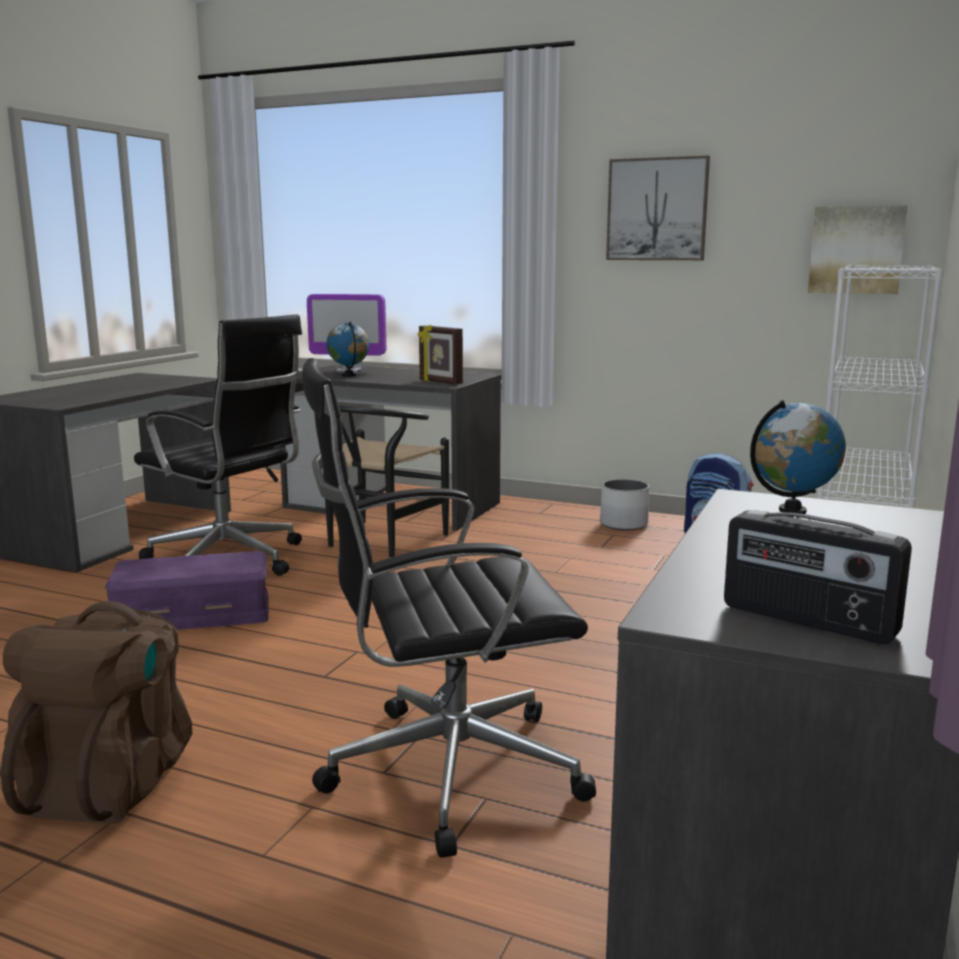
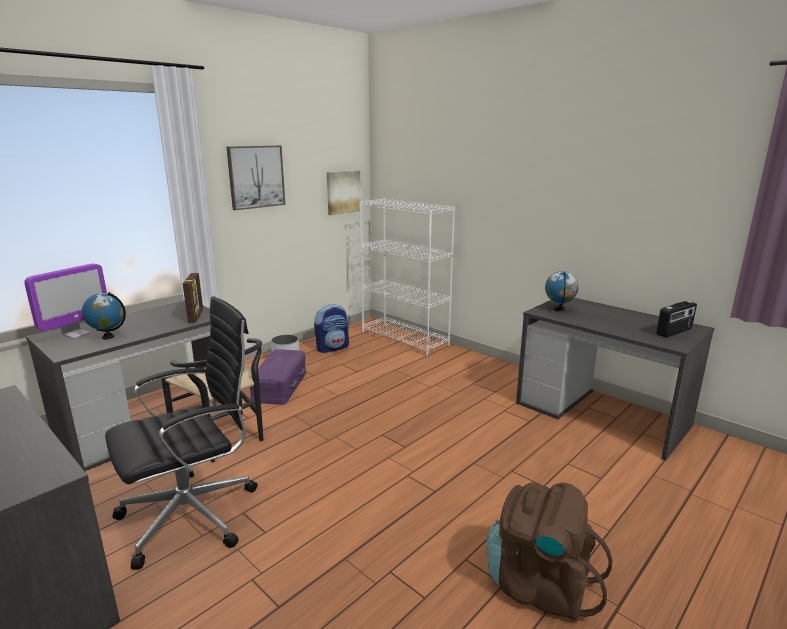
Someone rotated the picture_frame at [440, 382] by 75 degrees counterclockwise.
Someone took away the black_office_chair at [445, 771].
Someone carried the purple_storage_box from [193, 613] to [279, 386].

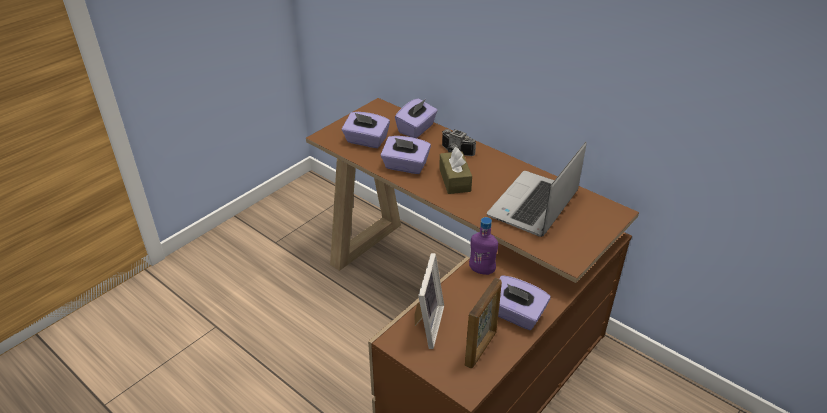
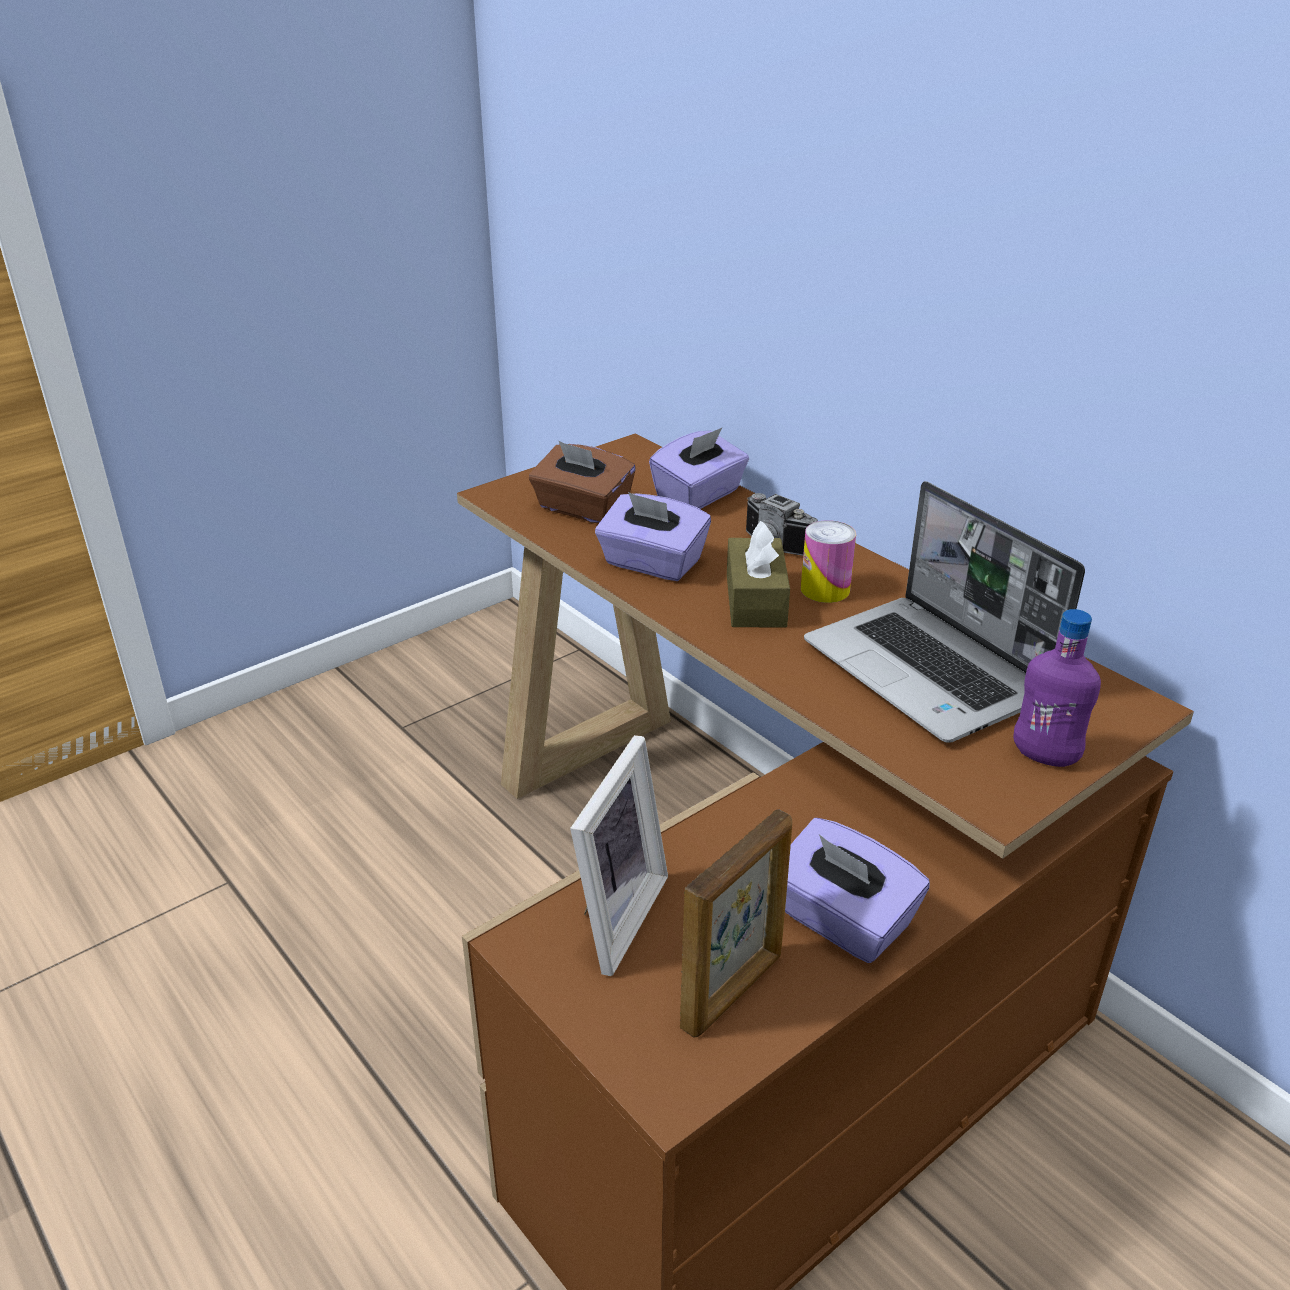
Someone repainted the purple_tissue_box at [366, 141], which became the brown_tissue_box at [582, 509].
Someone rotated the laptop at [534, 206] by 75 degrees counterclockwise.
Someone carried the purple_bottle from [481, 270] to [1045, 756].
Someone put down the can at [825, 589].

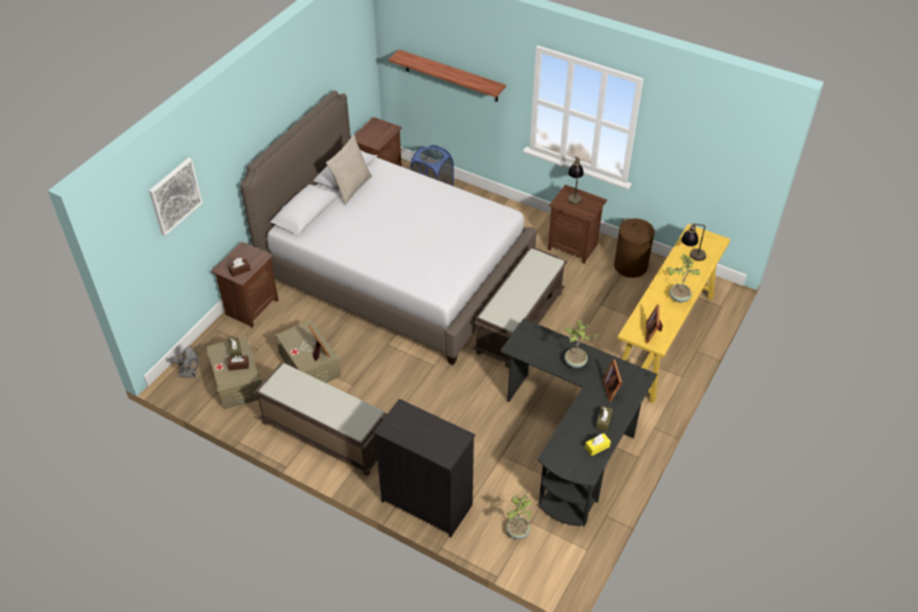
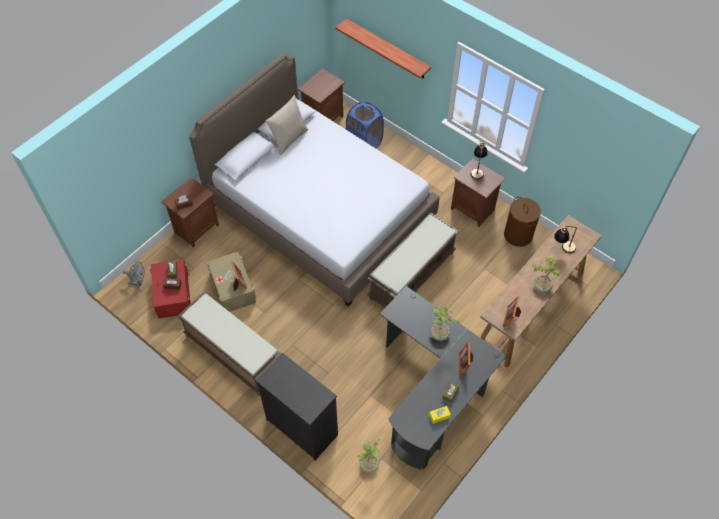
Someone took away the picture at [175, 196].
Someone repainted the yellow_console_table at [664, 340], which became the brown_console_table at [530, 310].
Someone repainted the beige_storage_box at [237, 381], which became the red_storage_box at [173, 294].

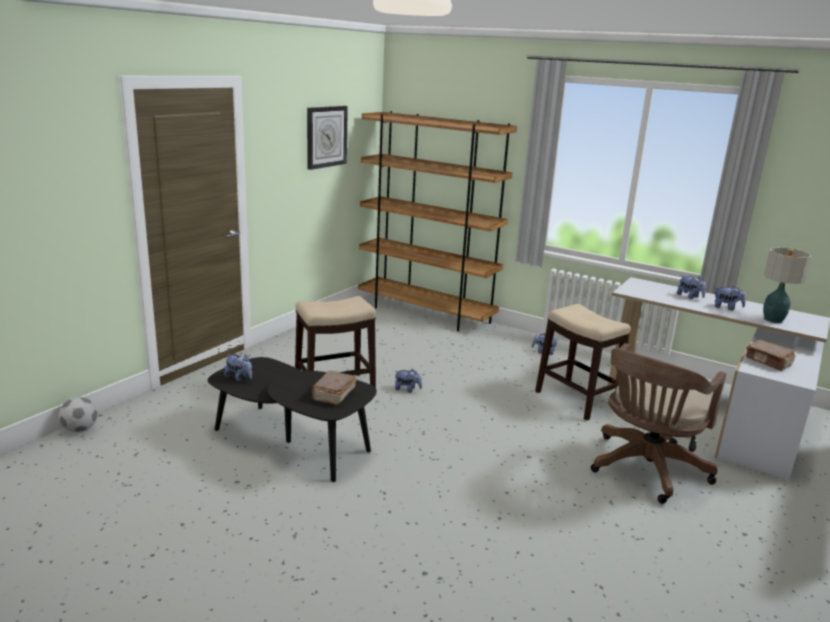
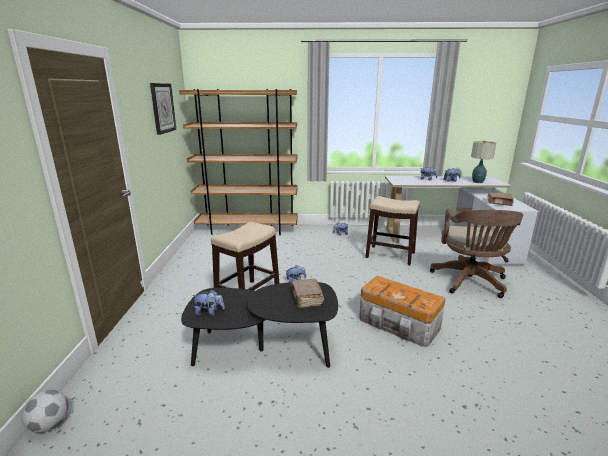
Someone put down the storage_box at [399, 325].

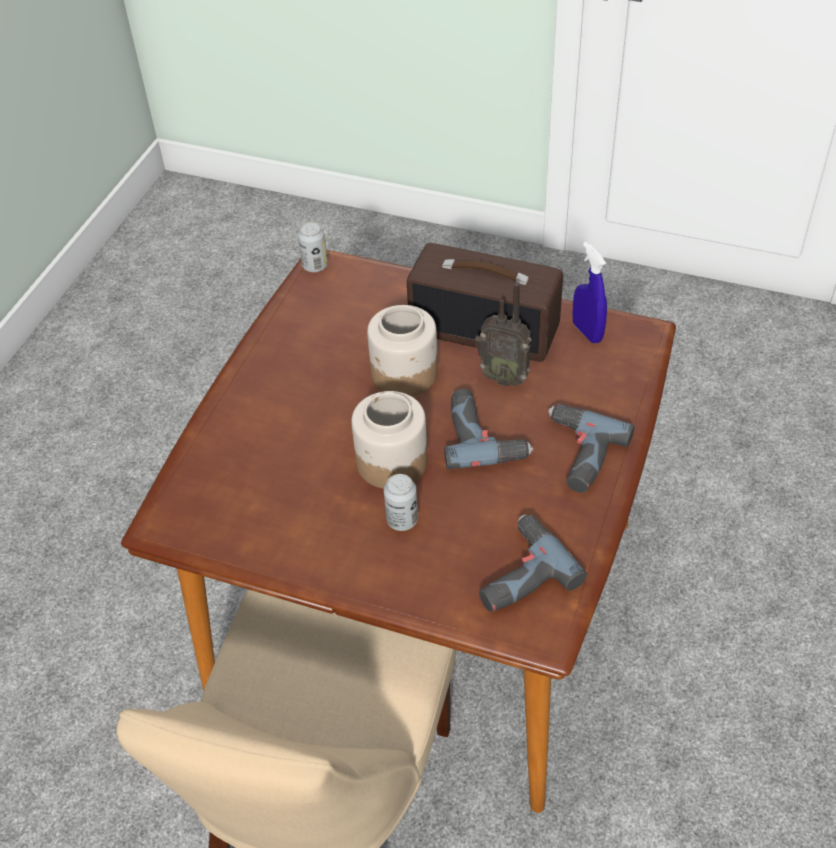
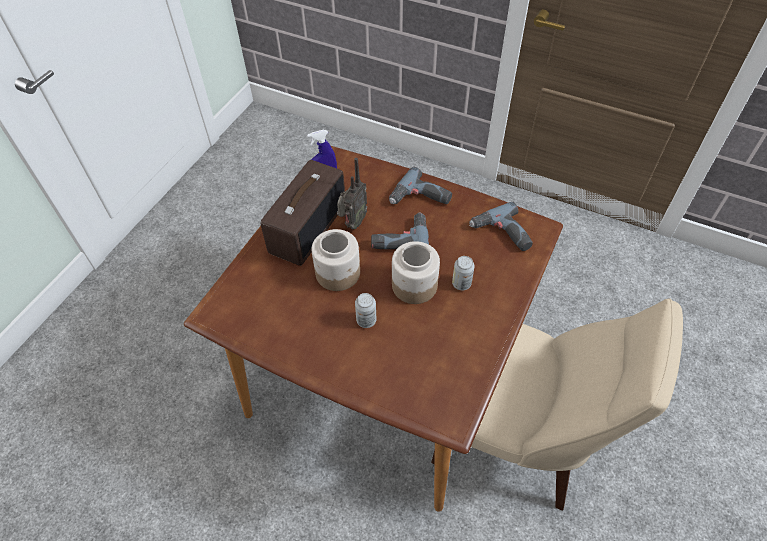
Someone carried the can from [315, 266] to [366, 320].

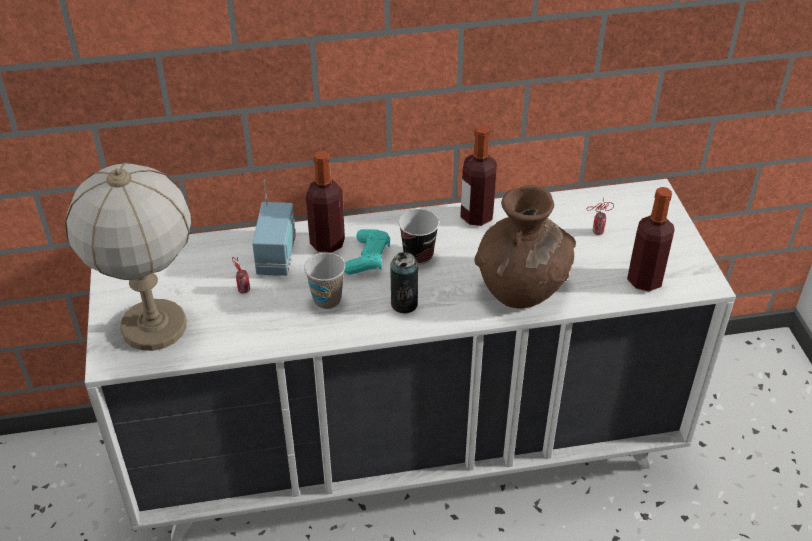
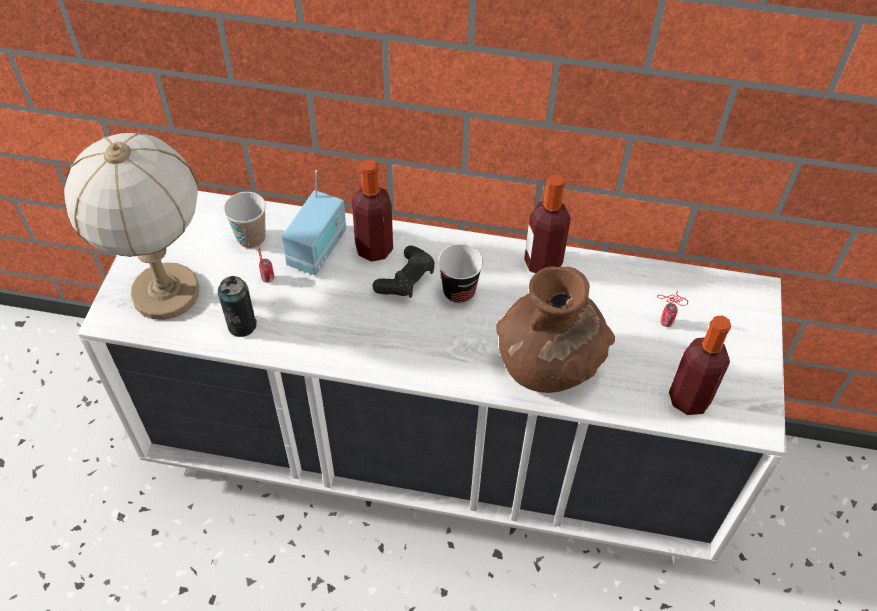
Someone repainted the turquoise_game_controller at [367, 258], which became the black_game_controller at [406, 279].
Someone carried the cup from [327, 300] to [251, 238].
Someone carried the can from [404, 304] to [242, 325].

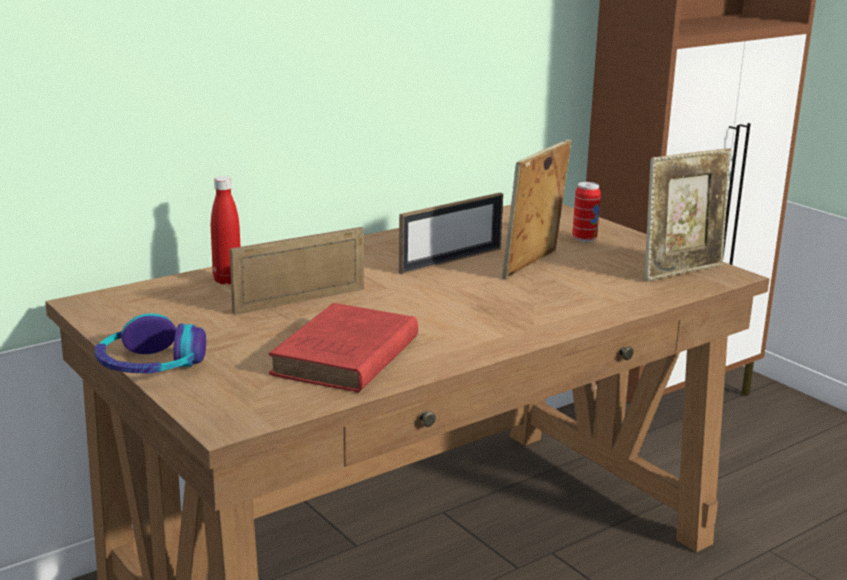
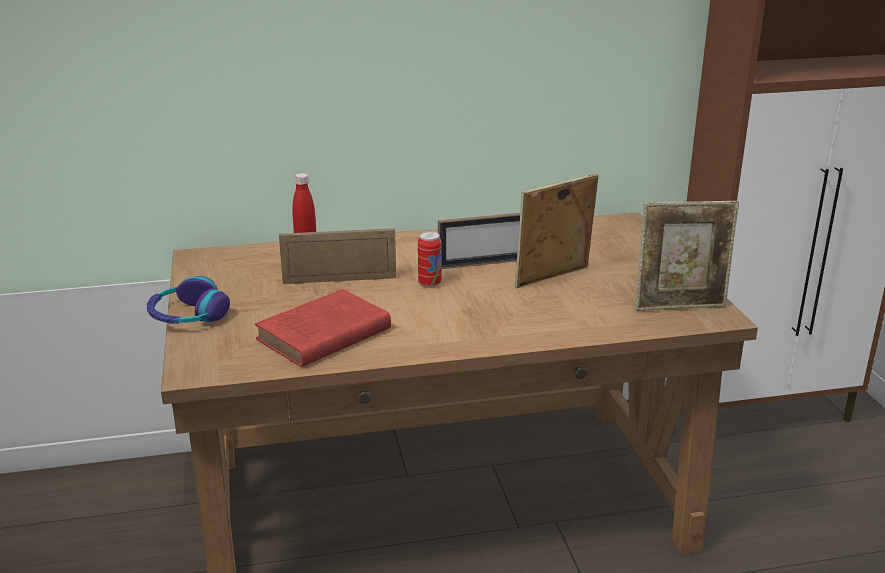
Someone carried the can from [584, 239] to [429, 284].

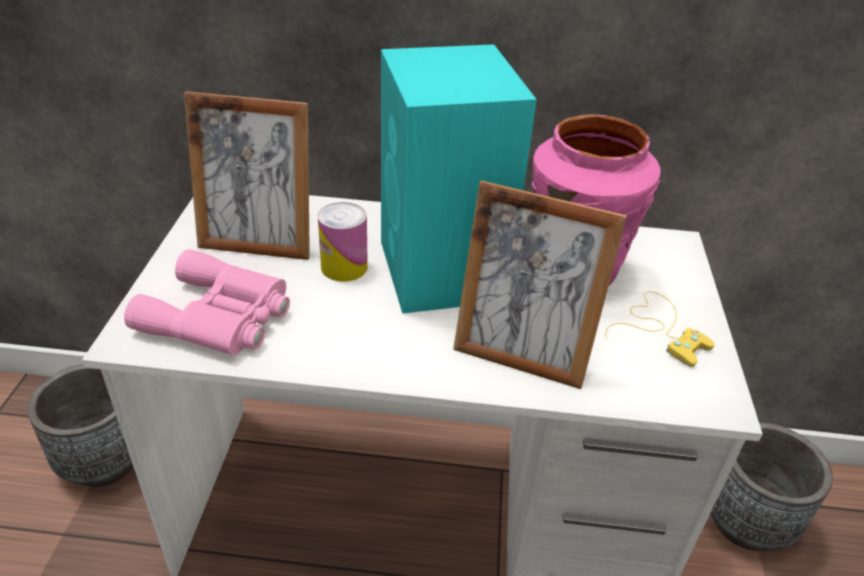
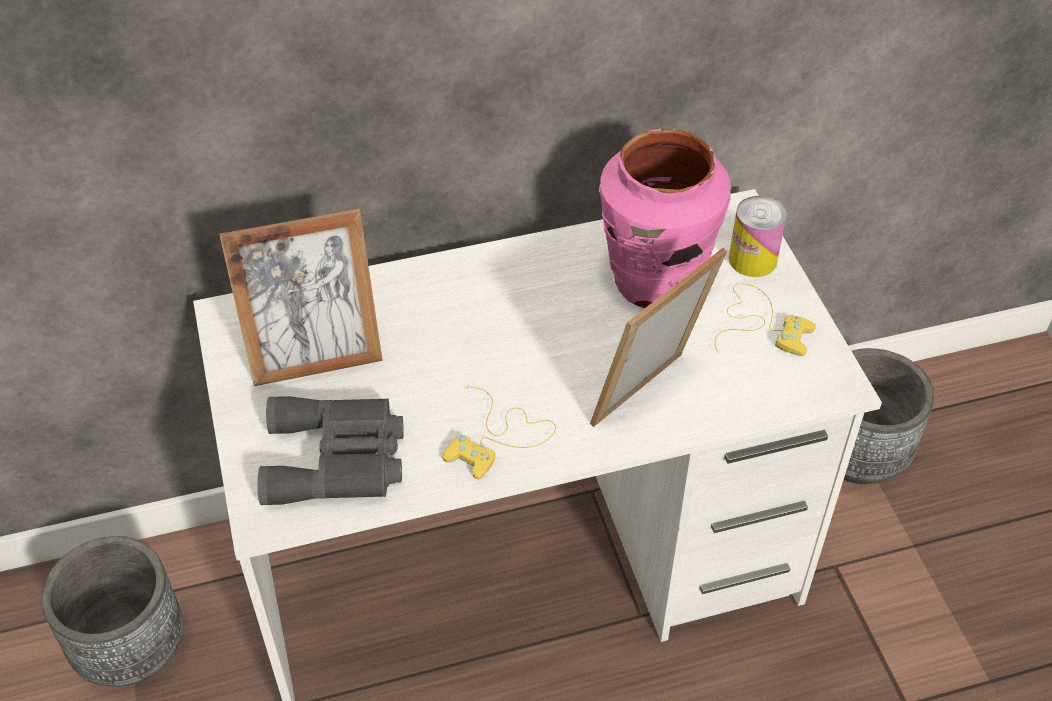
Someone took away the turquoise_speaker at [442, 272].
Someone rotated the picture_frame at [521, 356] by 135 degrees clockwise.
Someone carried the can from [344, 267] to [752, 260].
Someone repainted the pink_binoculars at [220, 317], which became the grey_binoculars at [338, 459].
Someone put down the yellow_game_controller at [499, 437].

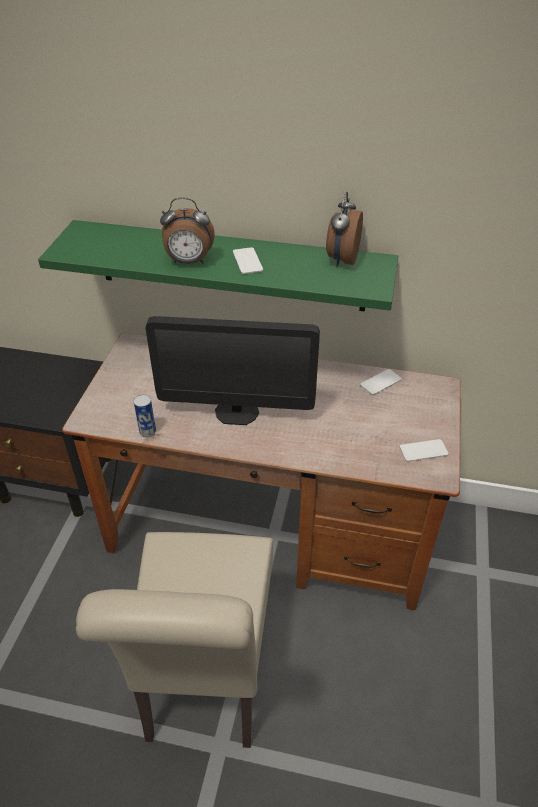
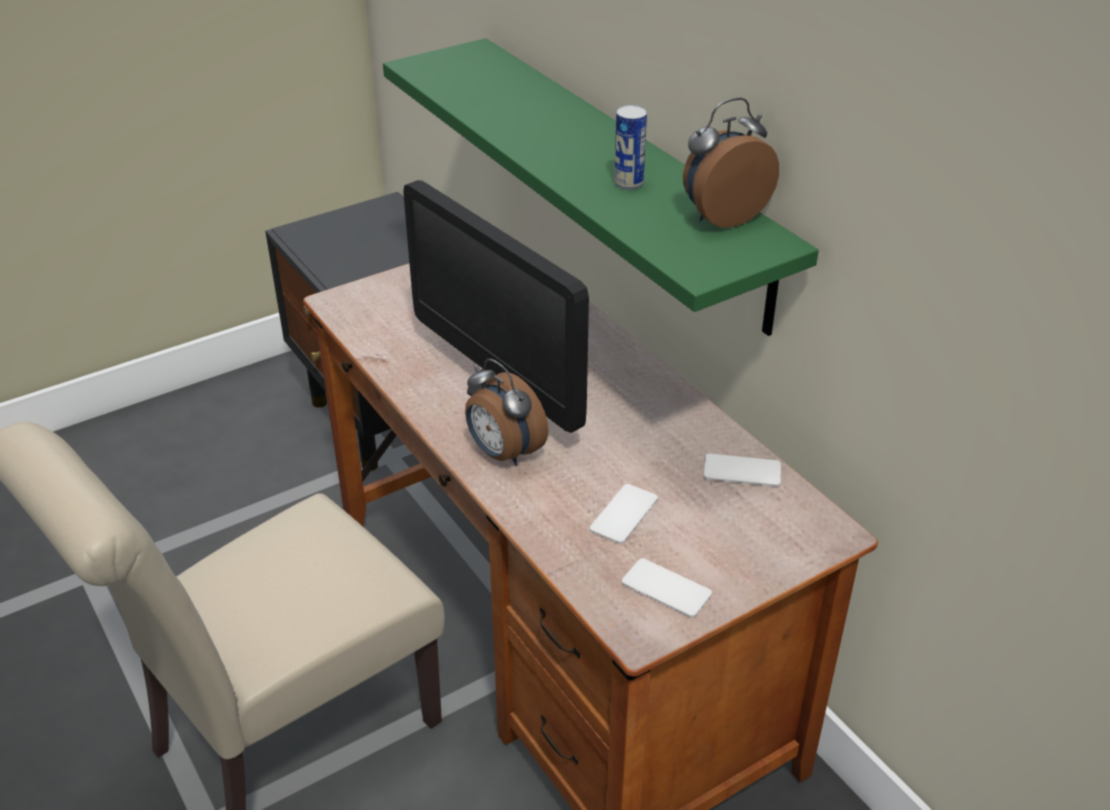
Someone carried the alarm_clock from [189, 262] to [503, 453].
Someone carried the phone from [247, 261] to [623, 514].
Someone carried the can from [147, 432] to [628, 183].

